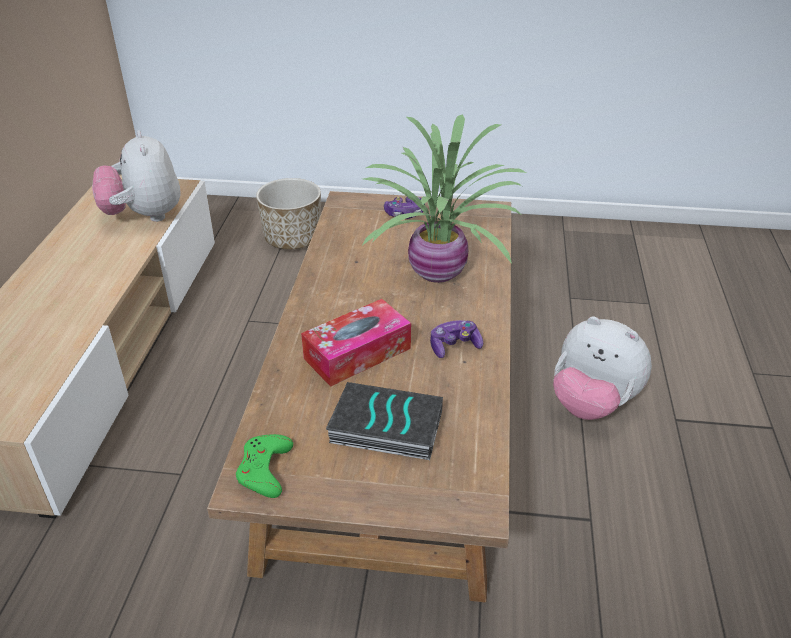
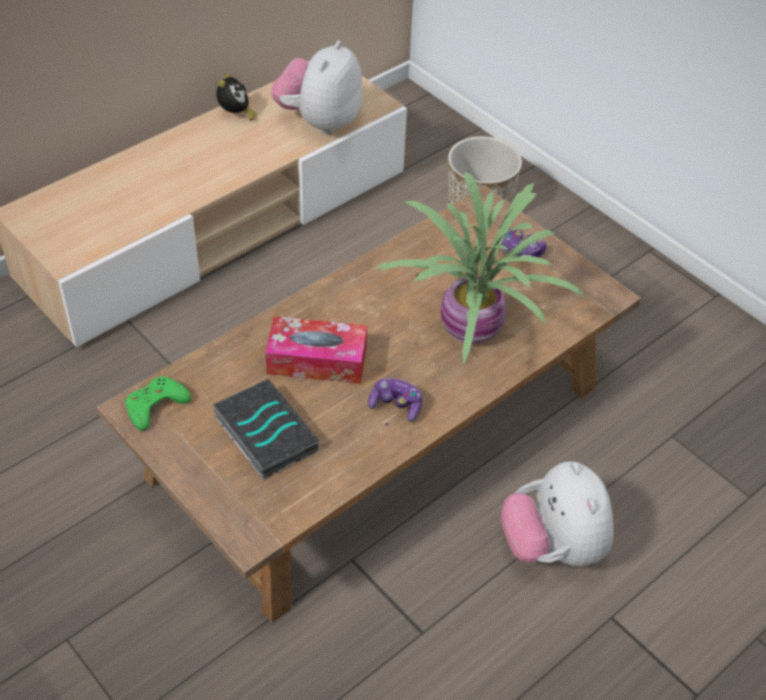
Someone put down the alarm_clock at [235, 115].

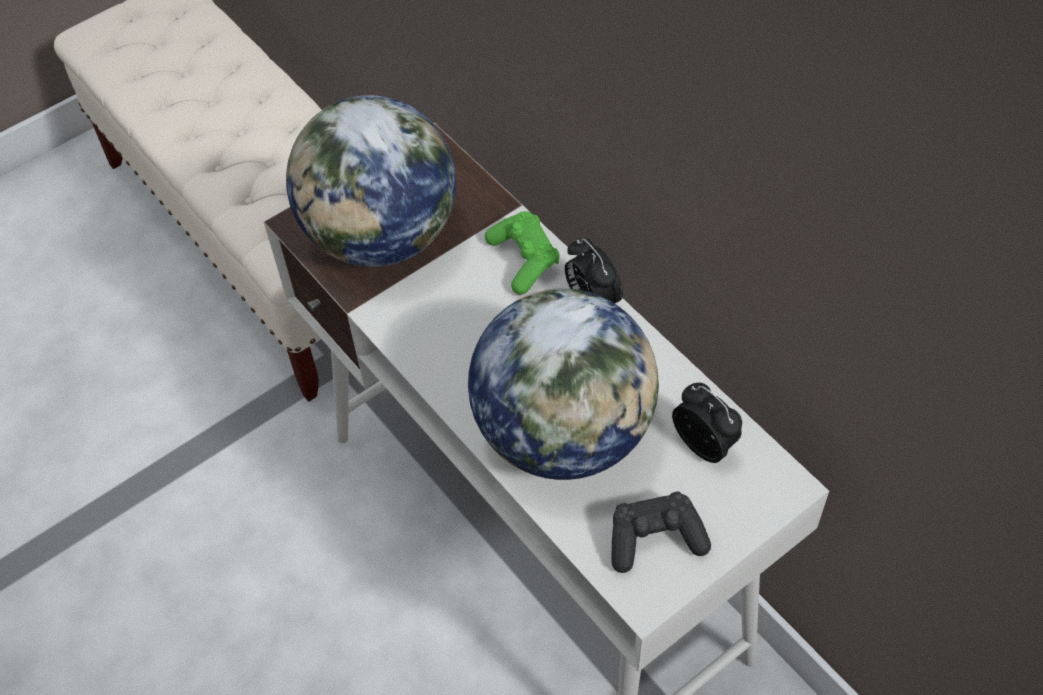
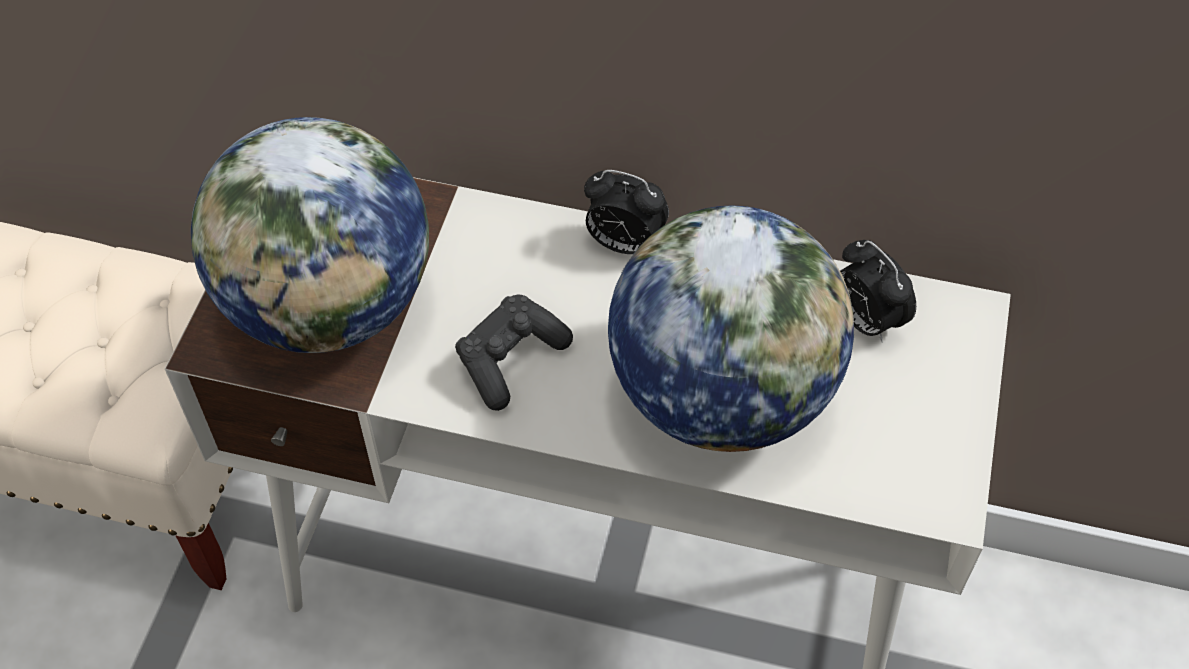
Someone took away the green_game_controller at [524, 260].
Someone rotated the alarm_clock at [705, 445] by 135 degrees counterclockwise.
Someone carried the black_game_controller from [654, 539] to [510, 360].

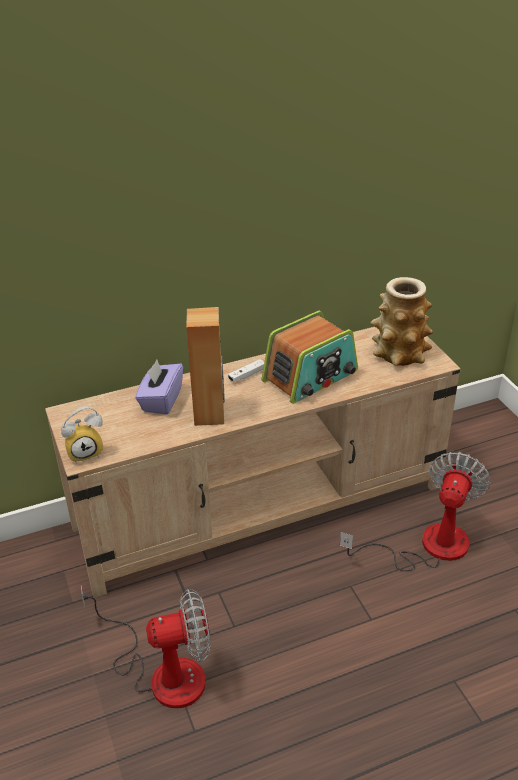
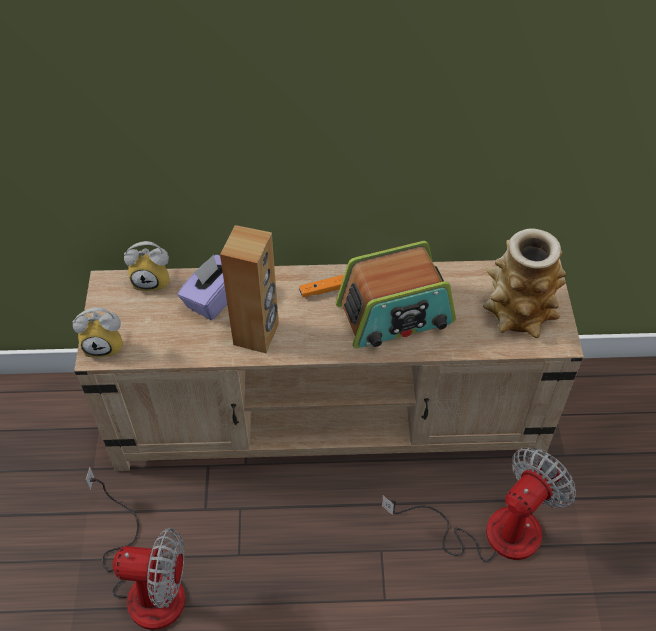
Someone repainted the white_game_controller at [247, 375], which became the orange_game_controller at [324, 290].
Someone put down the alarm_clock at [153, 280].

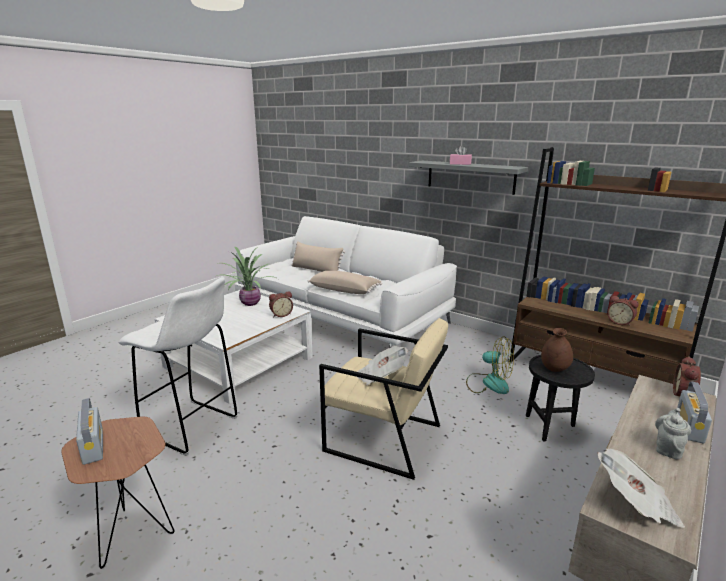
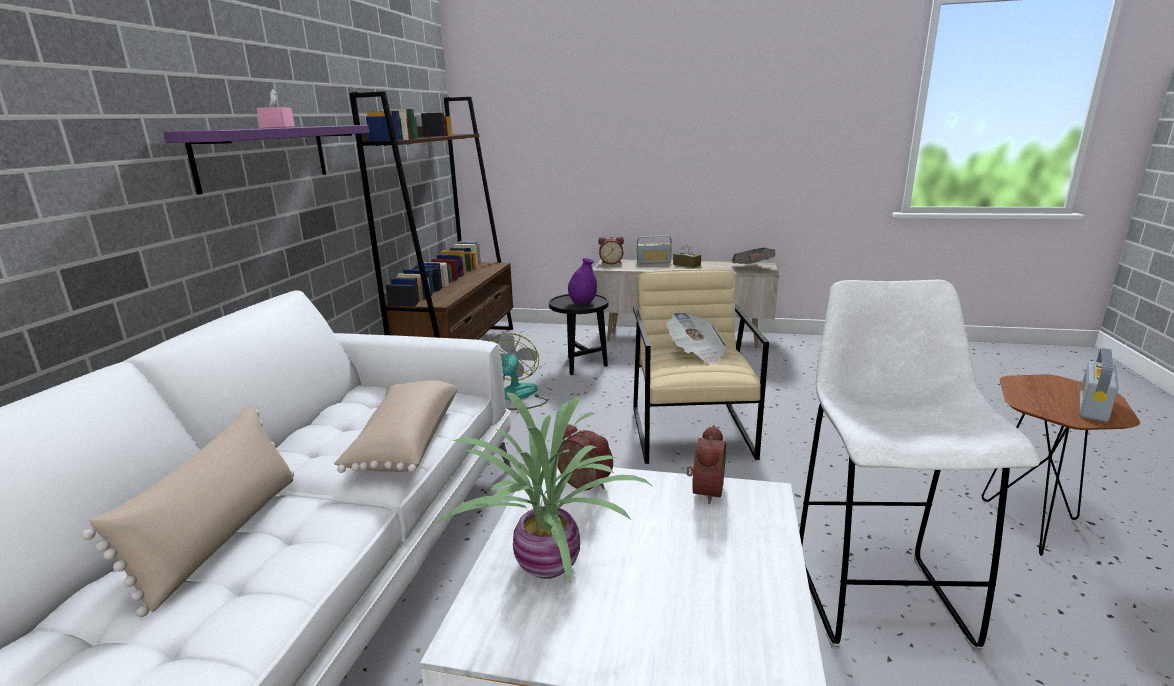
Someone repainted the grey_shelf at [470, 177], which became the purple_shelf at [264, 156].
Someone carried the alarm_clock from [620, 322] to [704, 490].
Someone repainted the brown_vase at [554, 369], which became the purple_vase at [583, 303].
Someone swapped the grey_teapot at [668, 448] for the brown_tissue_box at [686, 265].

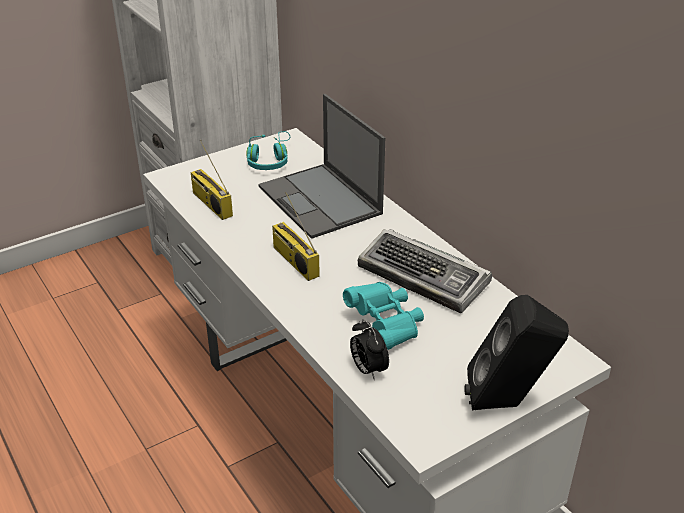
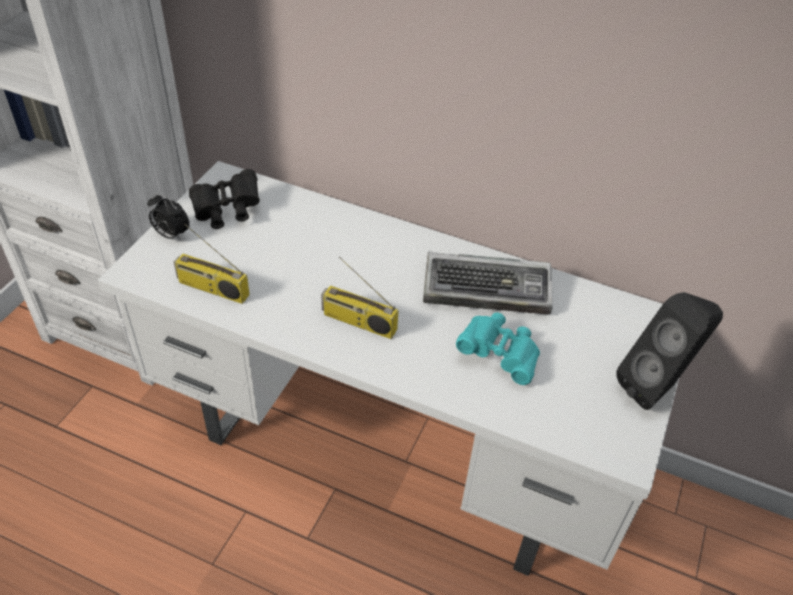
Someone took away the laptop at [321, 201].
Someone swapped the turquoise_headphones at [270, 160] for the black_binoculars at [227, 211].
Someone carried the alarm_clock from [368, 369] to [171, 235].

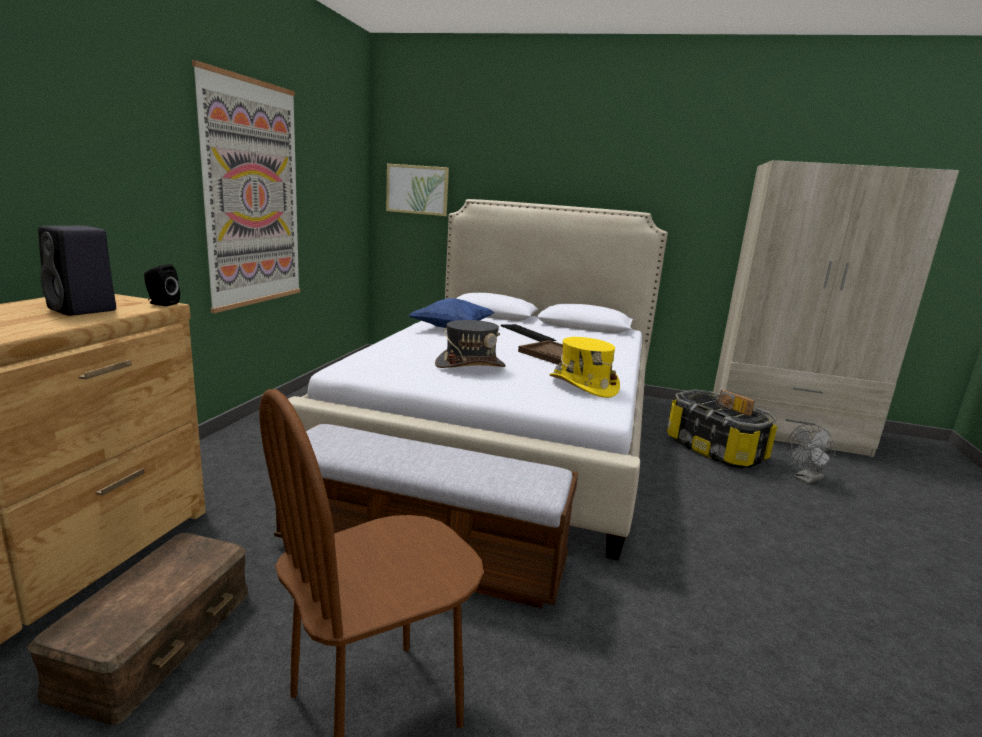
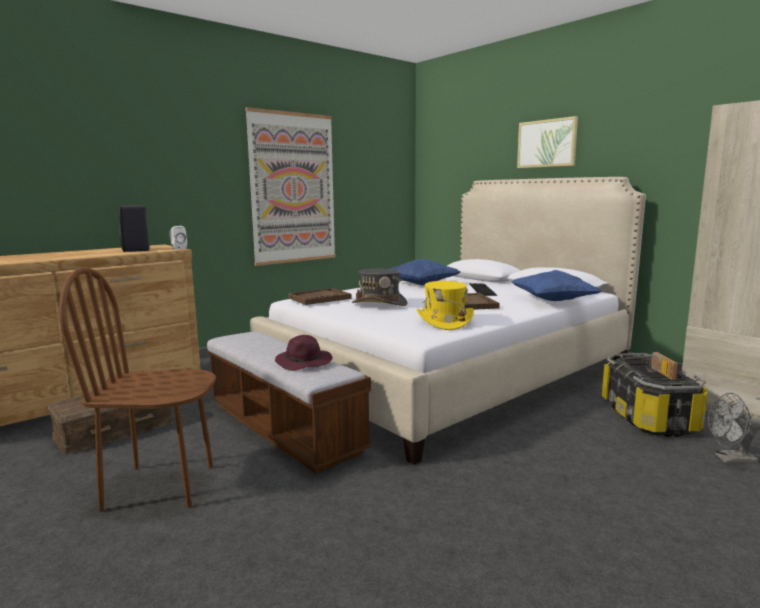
Someone carried the picture from [417, 189] to [546, 143].
Someone repainted the black_speaker at [161, 303], which became the white_speaker at [178, 249].
Someone put down the blue_pillow at [553, 301].
Someone put down the brown_tray at [319, 298].
Someone put down the purple_hat at [304, 363].

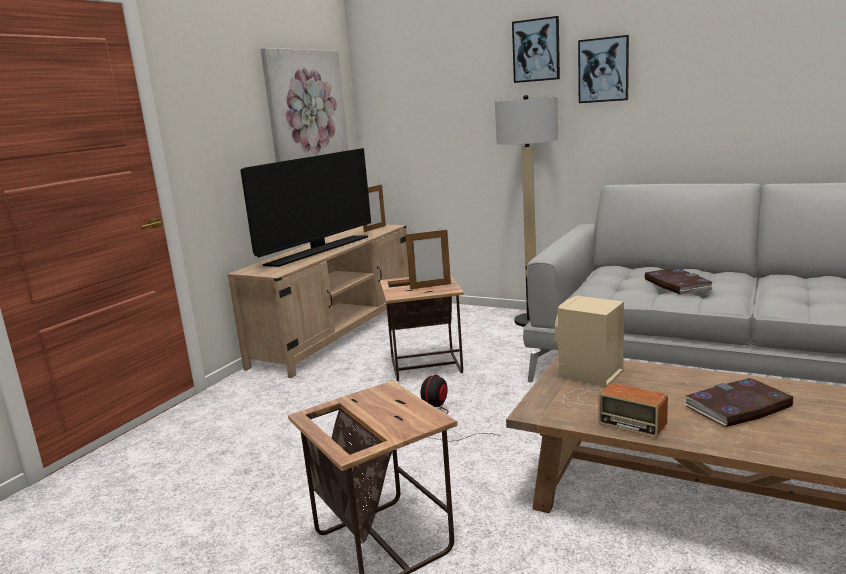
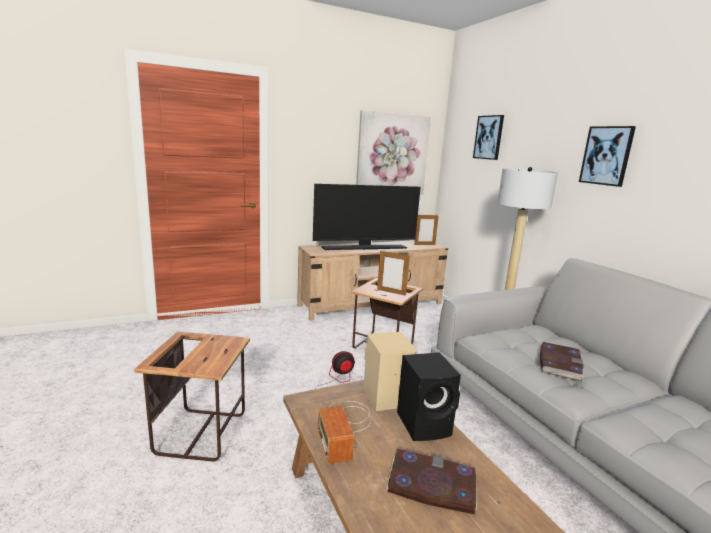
Someone carried the picture from [536, 50] to [489, 137].
Someone put down the black_speaker at [425, 424].

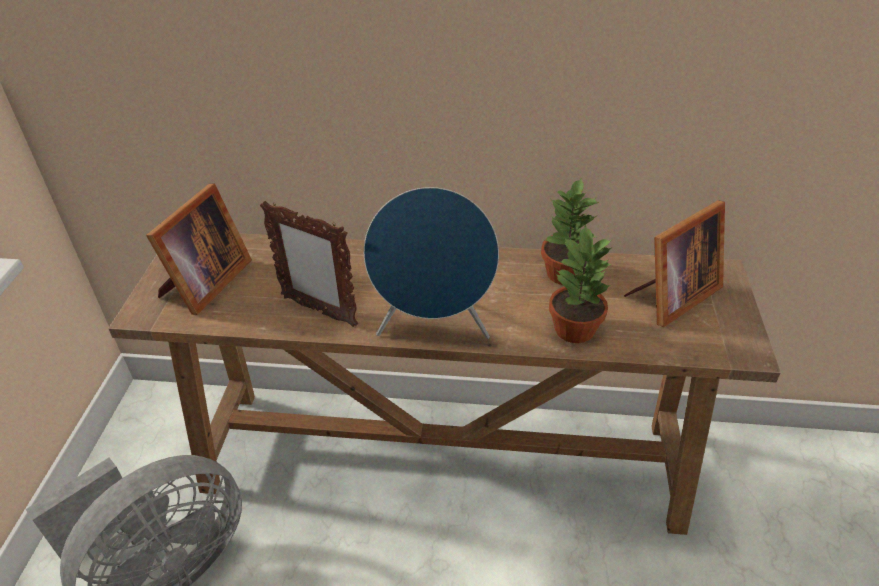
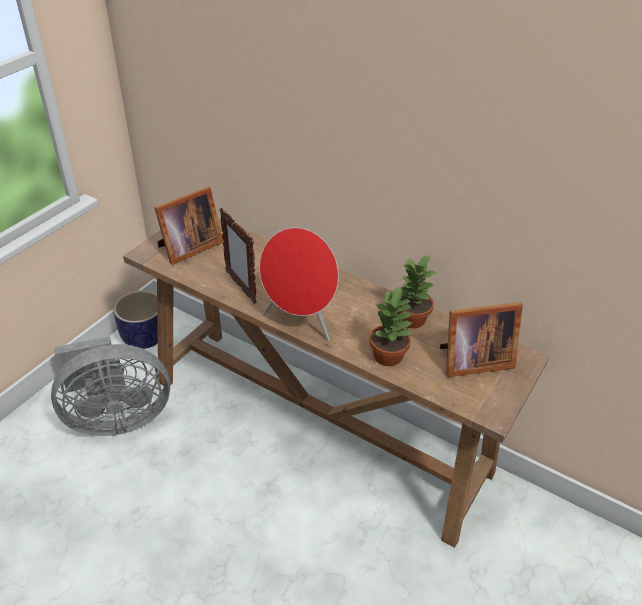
Someone repainted the blue_speaker at [434, 328], which became the red_speaker at [300, 322].
Someone put down the planter at [145, 337].

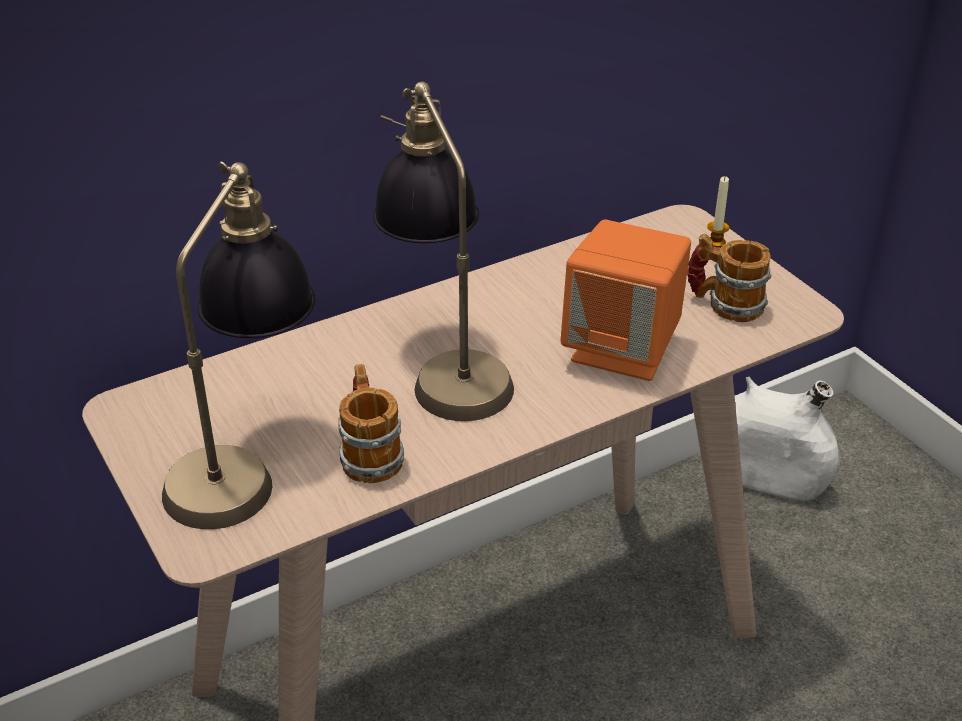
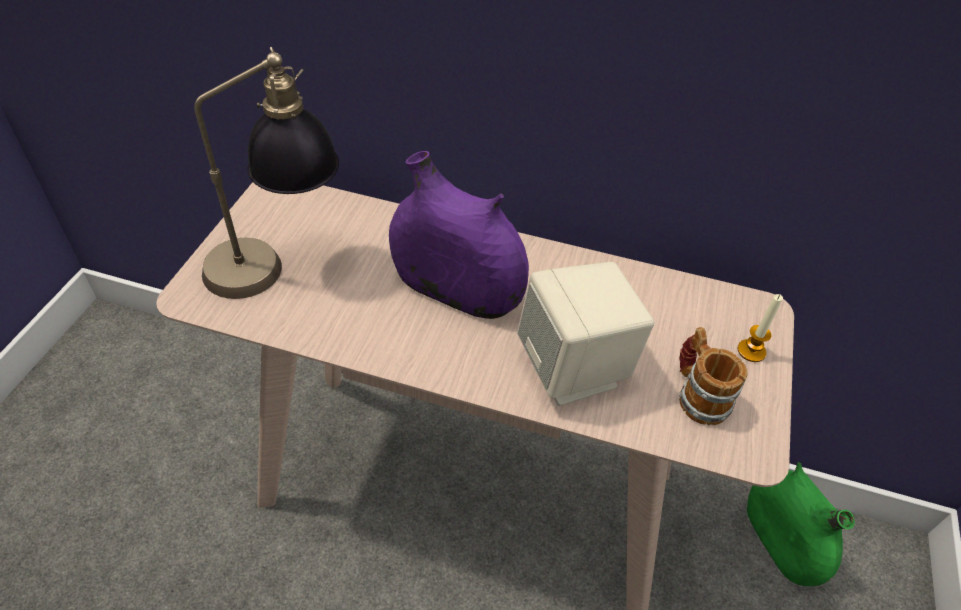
Someone swapped the table_lamp at [446, 363] for the purple_vase at [456, 291].
Someone repainted the orange_speaker at [623, 350], which became the beige_speaker at [574, 369].
Someone took away the mug at [370, 453].
Someone repainted the white_vase at [766, 479], which became the green_vase at [780, 542].

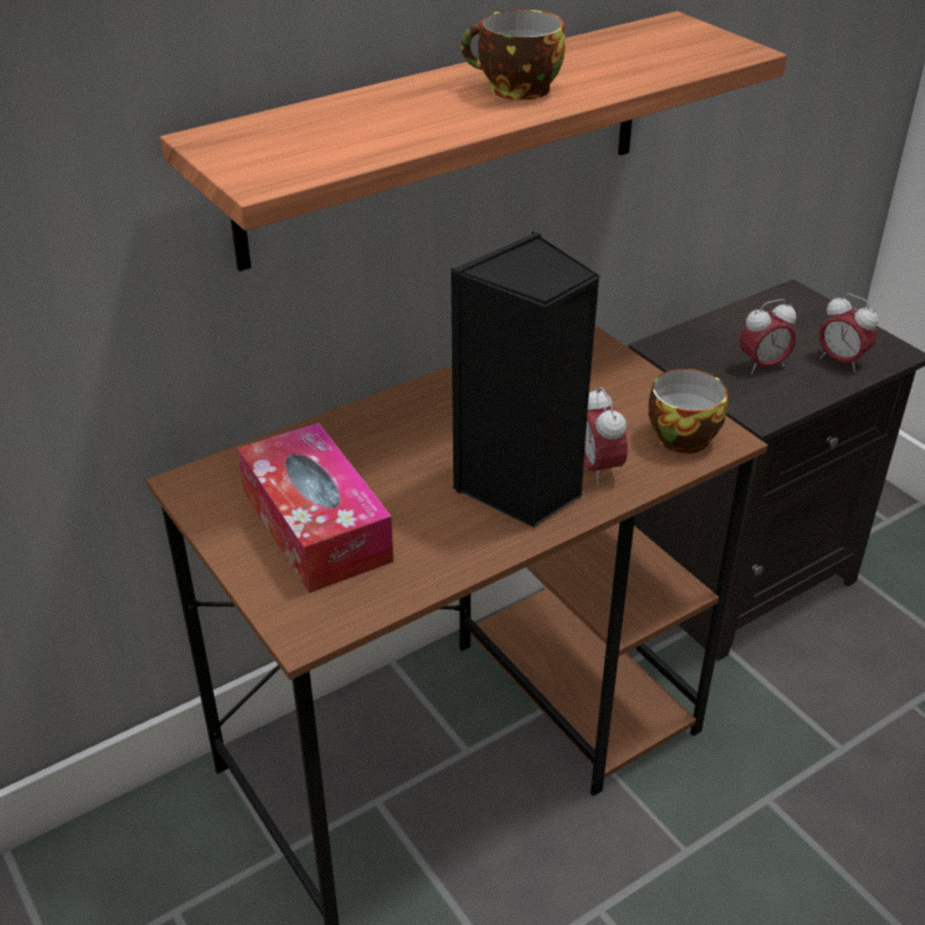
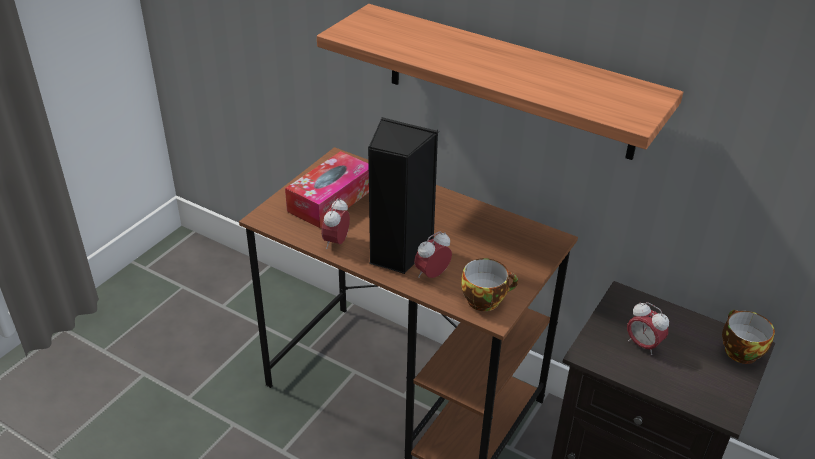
Someone carried the cup from [515, 90] to [738, 350].
Someone carried the alarm_clock from [841, 361] to [336, 242].

